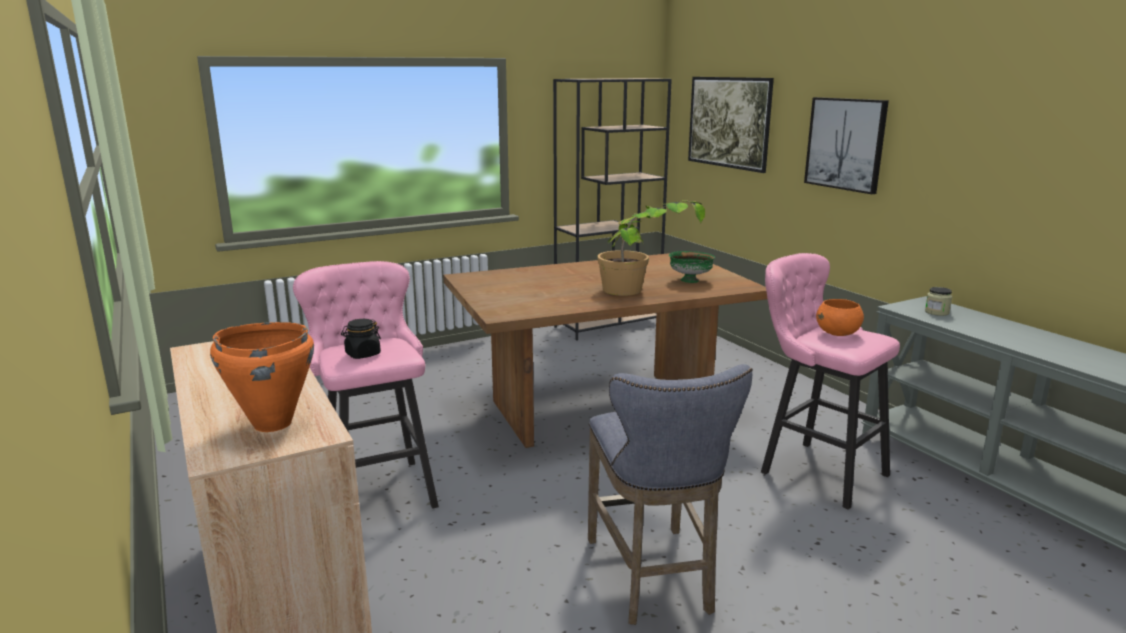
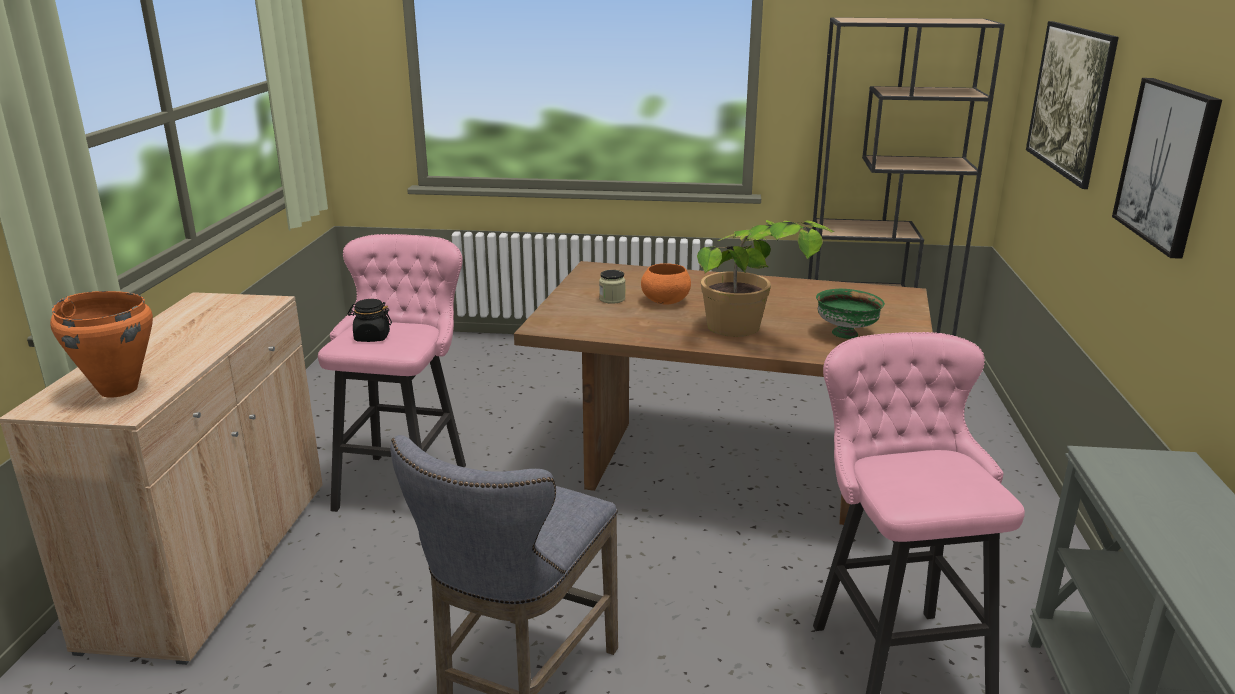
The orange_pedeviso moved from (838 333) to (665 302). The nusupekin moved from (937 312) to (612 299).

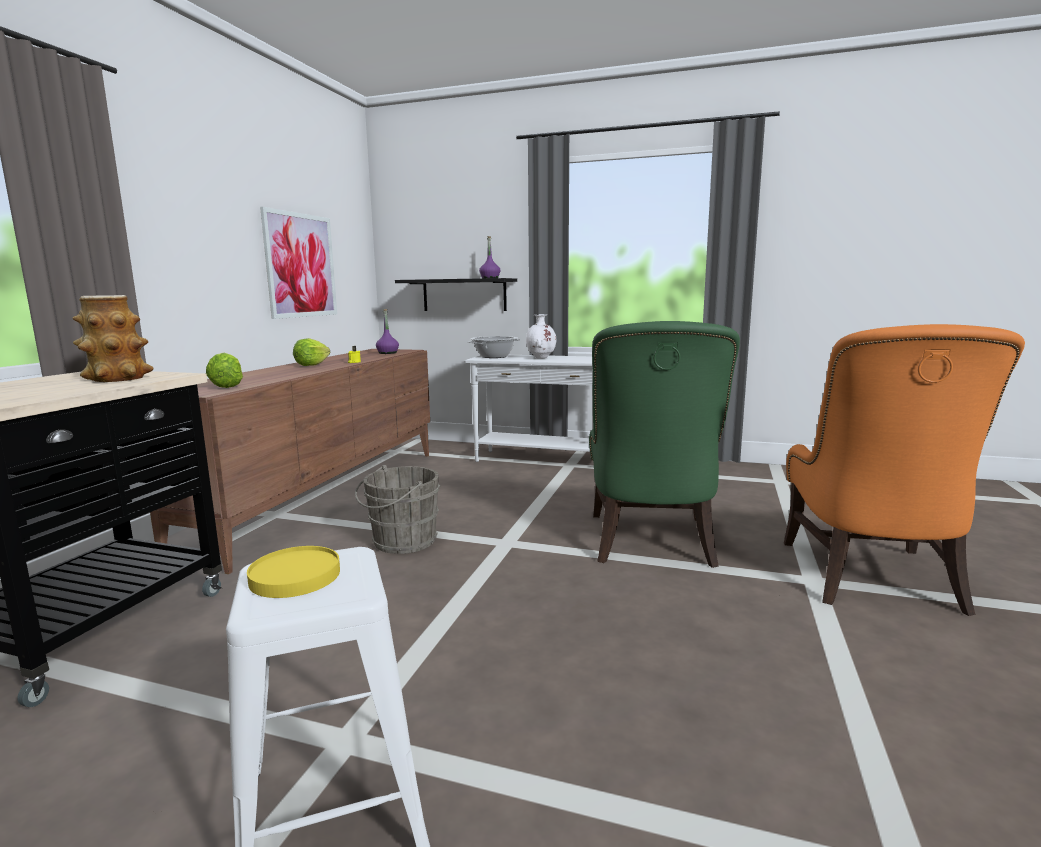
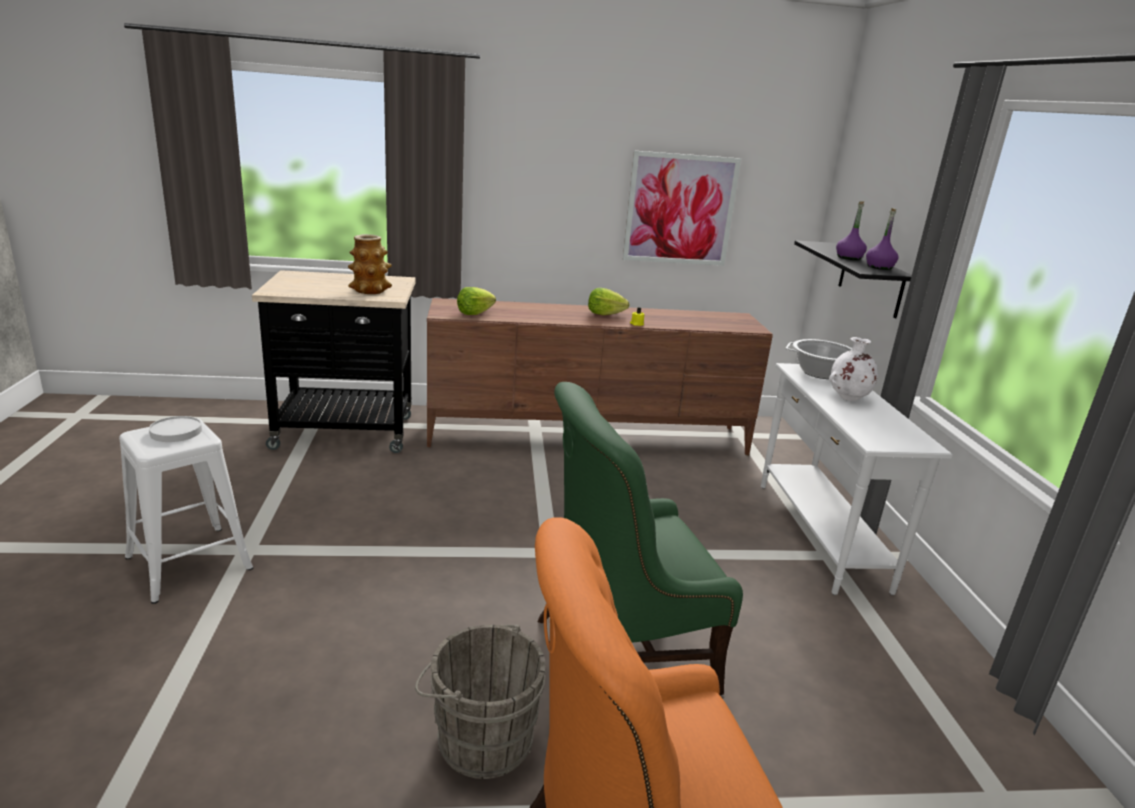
The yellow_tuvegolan at (295 576) became the white_tuvegolan at (175 432). The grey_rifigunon moved from (401 542) to (479 738). The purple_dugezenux moved from (387 353) to (849 258).

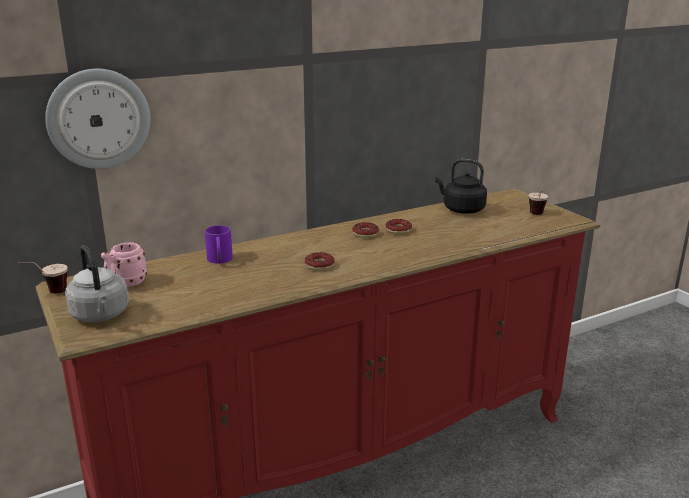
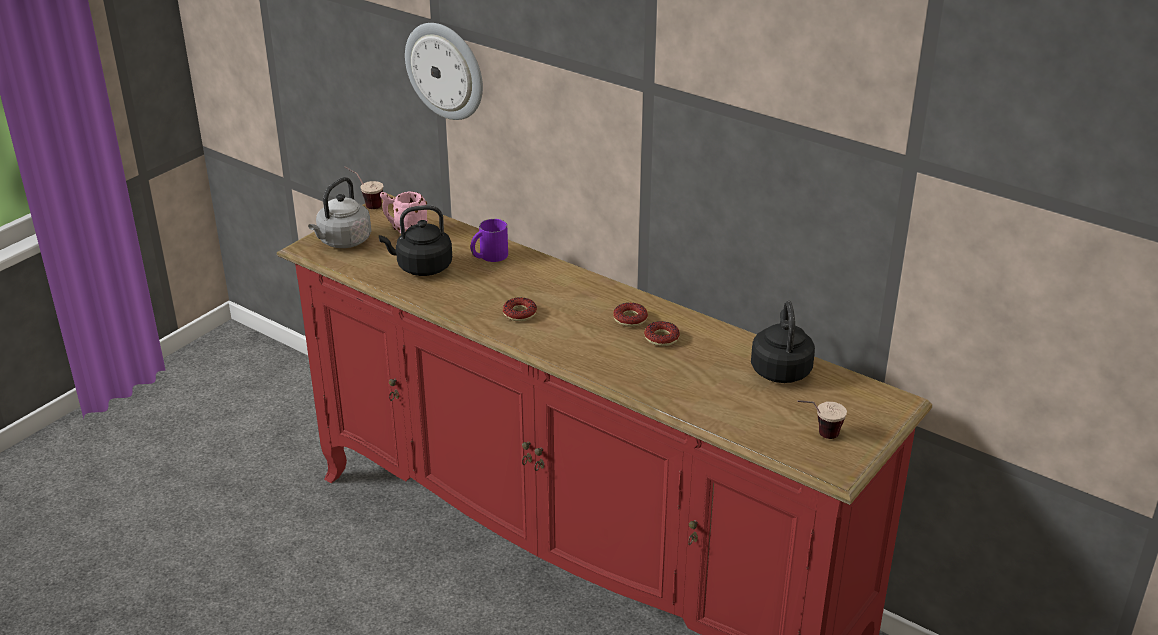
The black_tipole at (421 267) appeared.

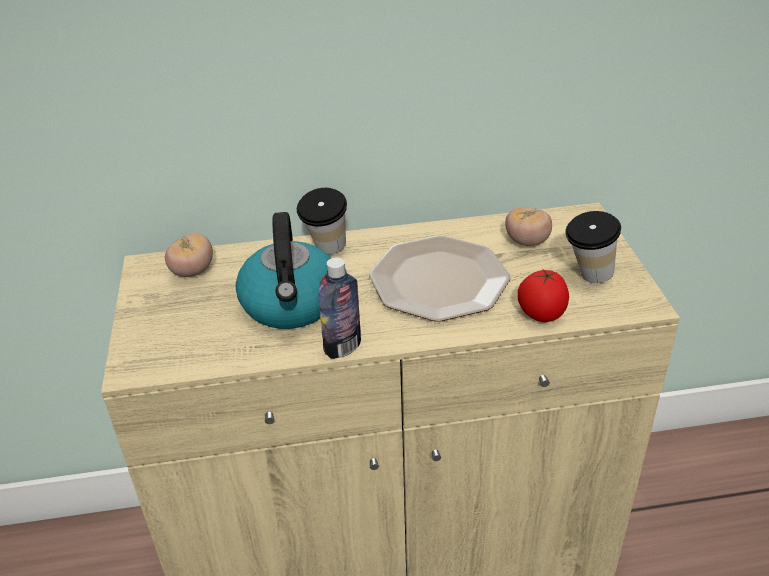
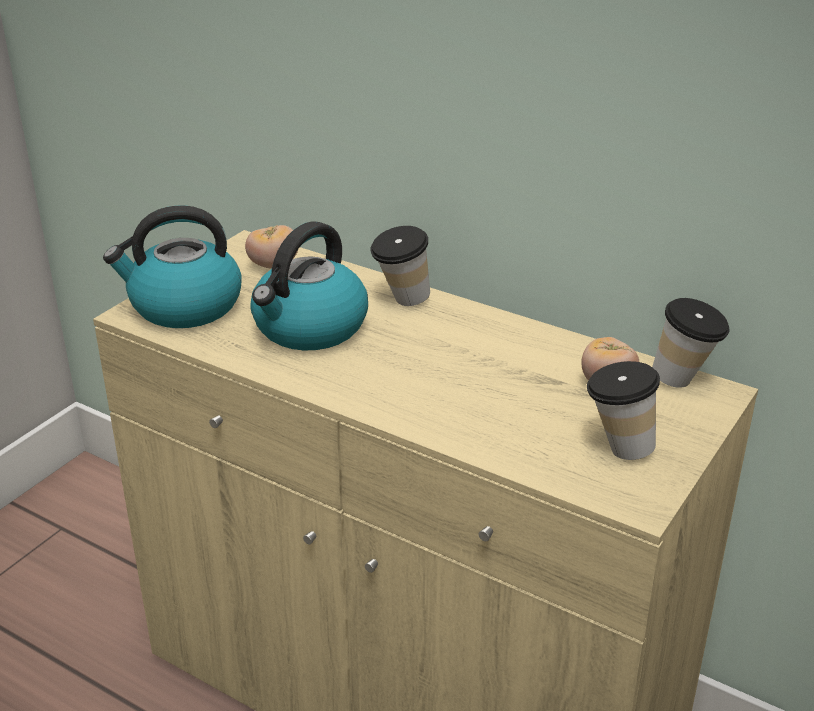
The dugezenux at (342 347) disappeared. The tuvegolan at (439 281) disappeared. The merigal at (541 315) disappeared. The tipole at (184 306) appeared. The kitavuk at (684 381) appeared.

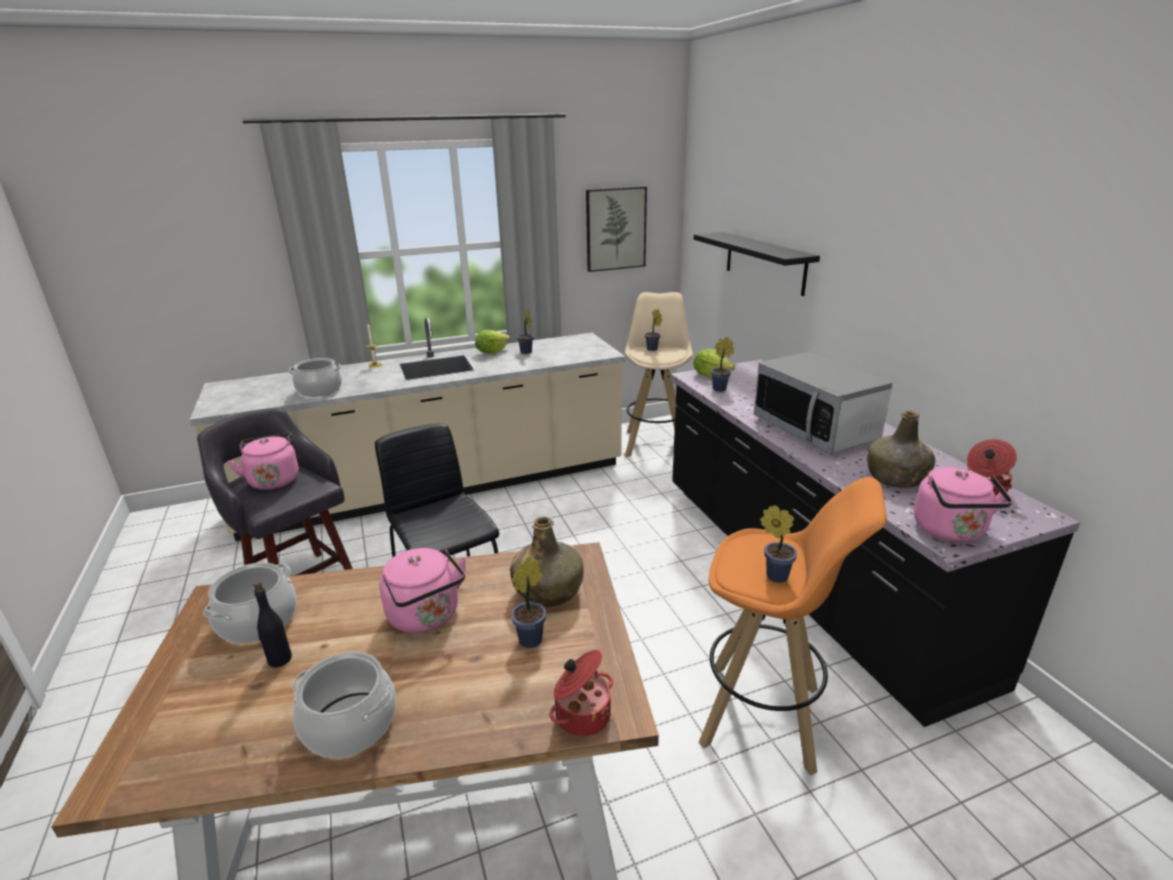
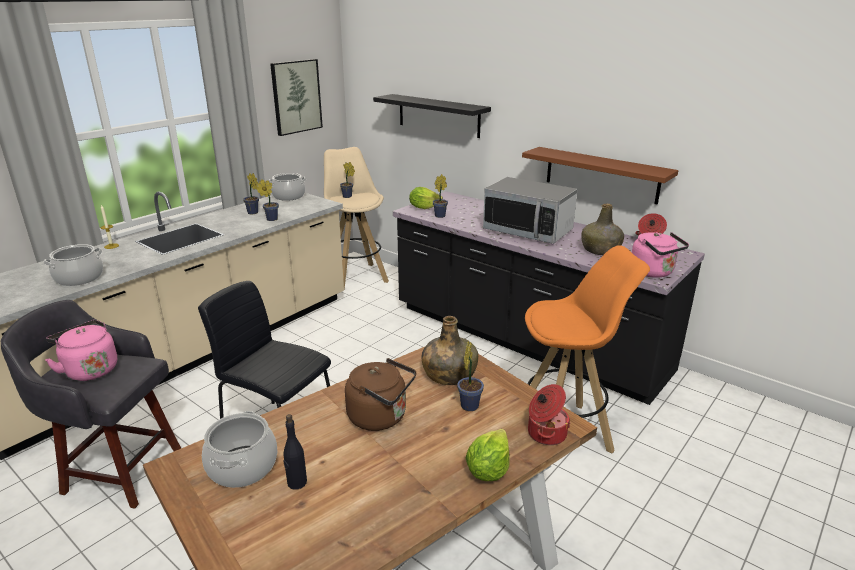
The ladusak moved from (349 725) to (288 196). The pink_tipole at (427 617) became the brown_tipole at (381 417). The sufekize moved from (491 352) to (488 470). The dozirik moved from (774 575) to (270 219). The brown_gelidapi at (601 175) appeared.

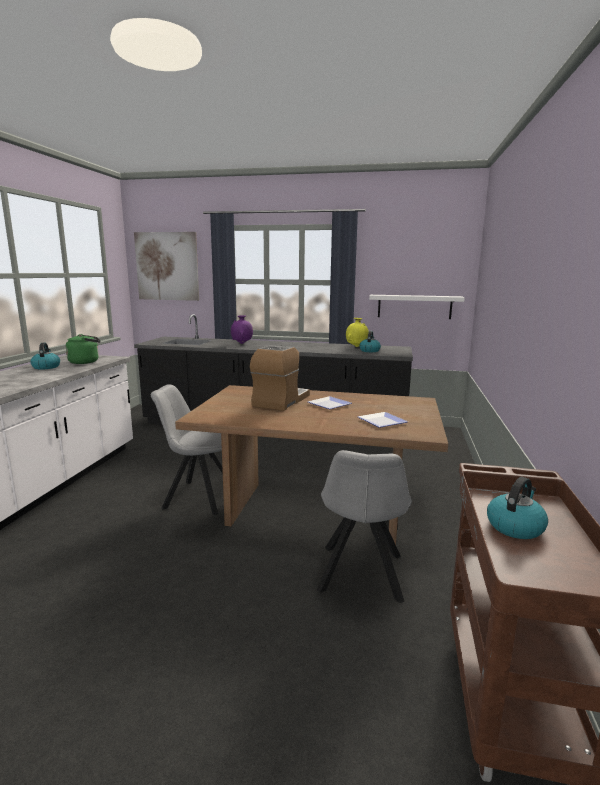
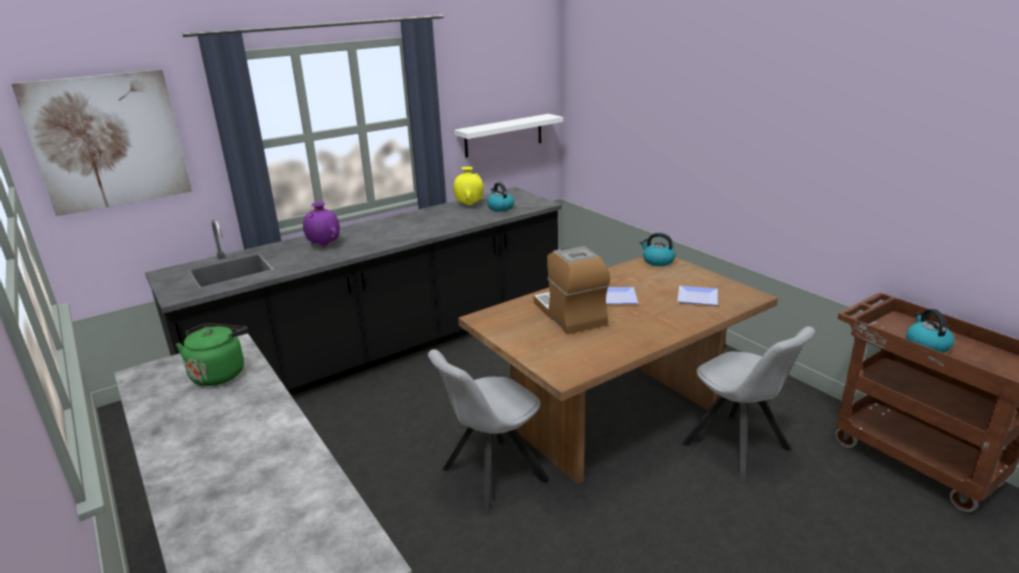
The tipole moved from (46 367) to (657 261).

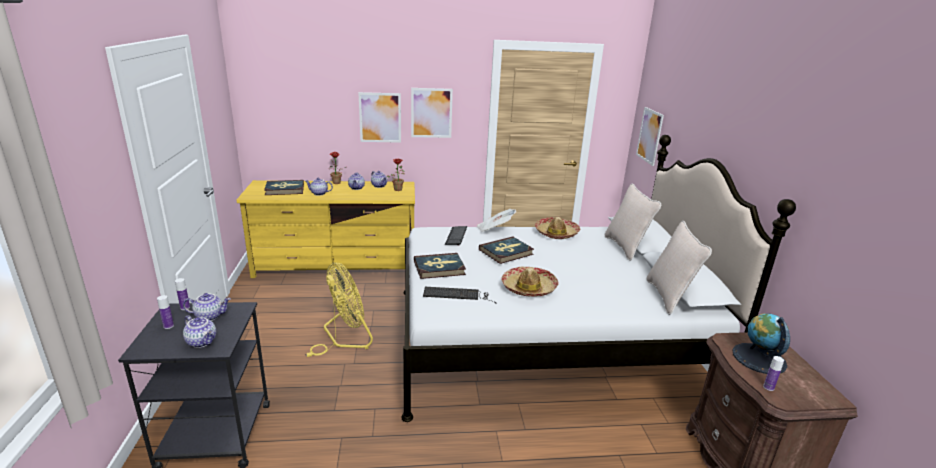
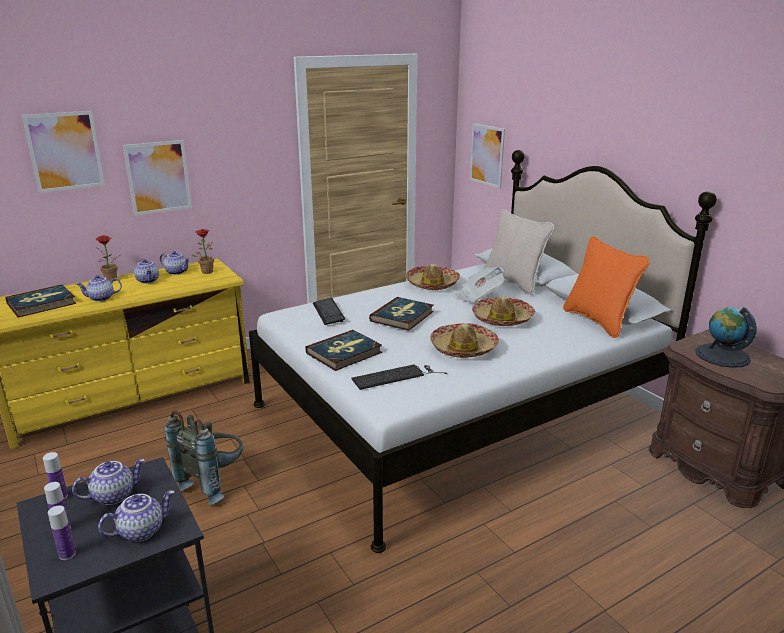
The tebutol at (202 342) turned 45 degrees counterclockwise. The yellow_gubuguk at (341 335) was replaced by the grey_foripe at (213 482). The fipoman moved from (431 113) to (65 151). The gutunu moved from (494 229) to (478 297). The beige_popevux at (668 297) became the orange_popevux at (598 321). The dugezenux moved from (768 387) to (67 554). The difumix at (502 319) appeared.

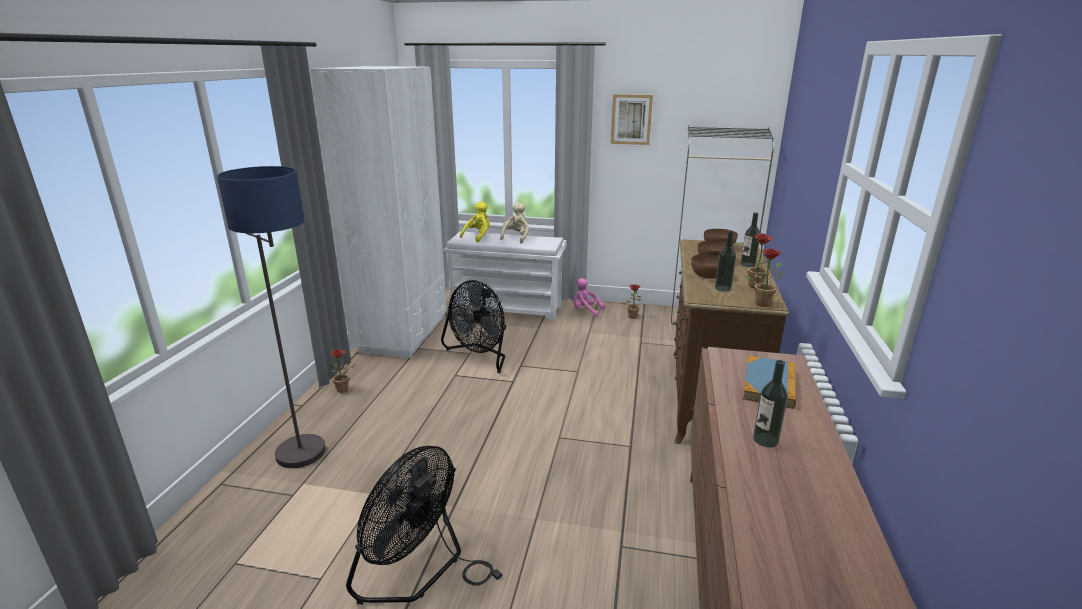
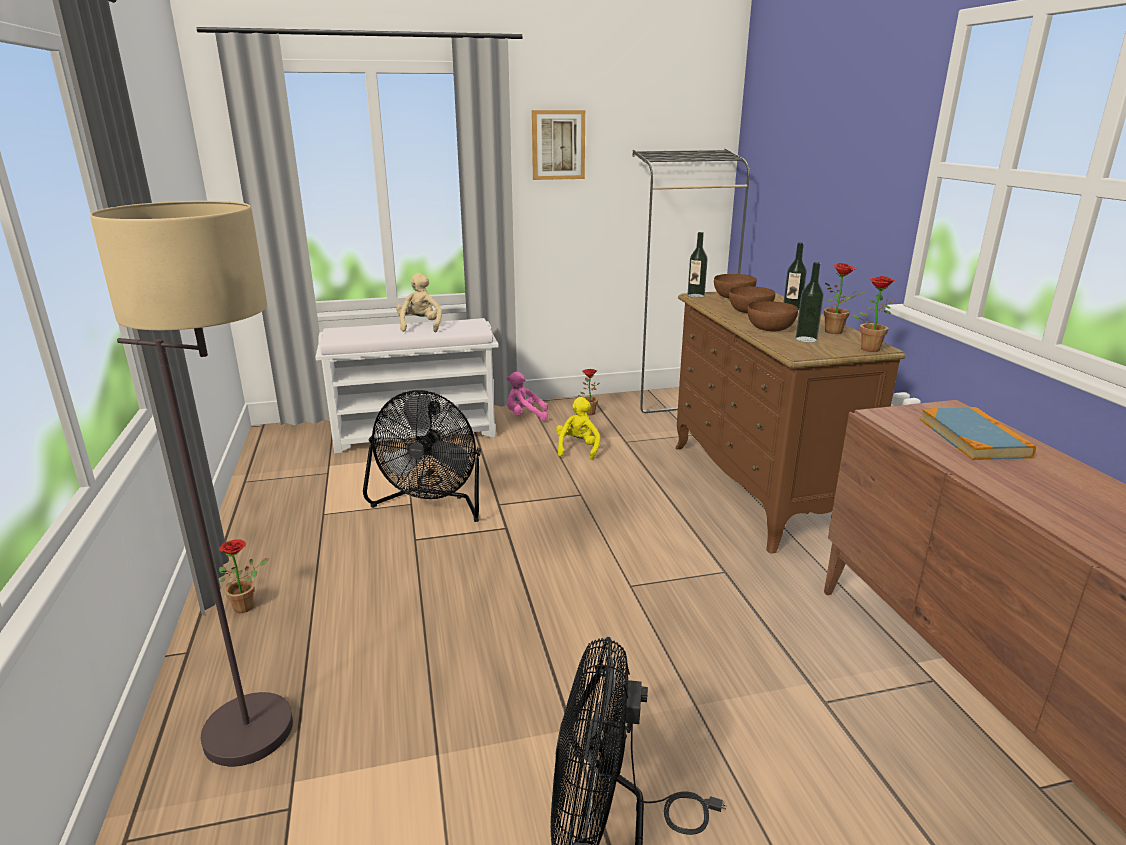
The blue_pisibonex at (308 459) became the beige_pisibonex at (271 737). The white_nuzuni at (403 334) disappeared. The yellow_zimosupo moved from (478 236) to (578 448). The dugezenux moved from (765 440) to (696 296).

